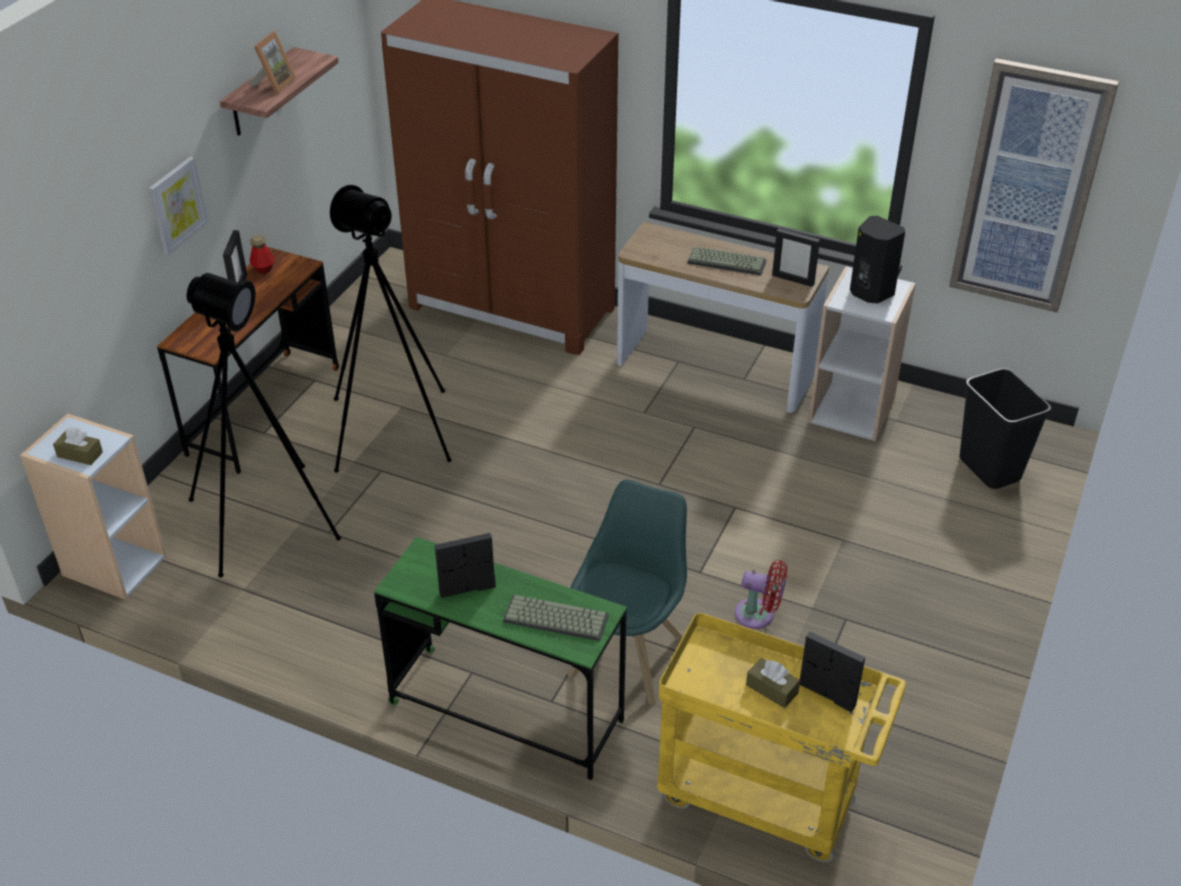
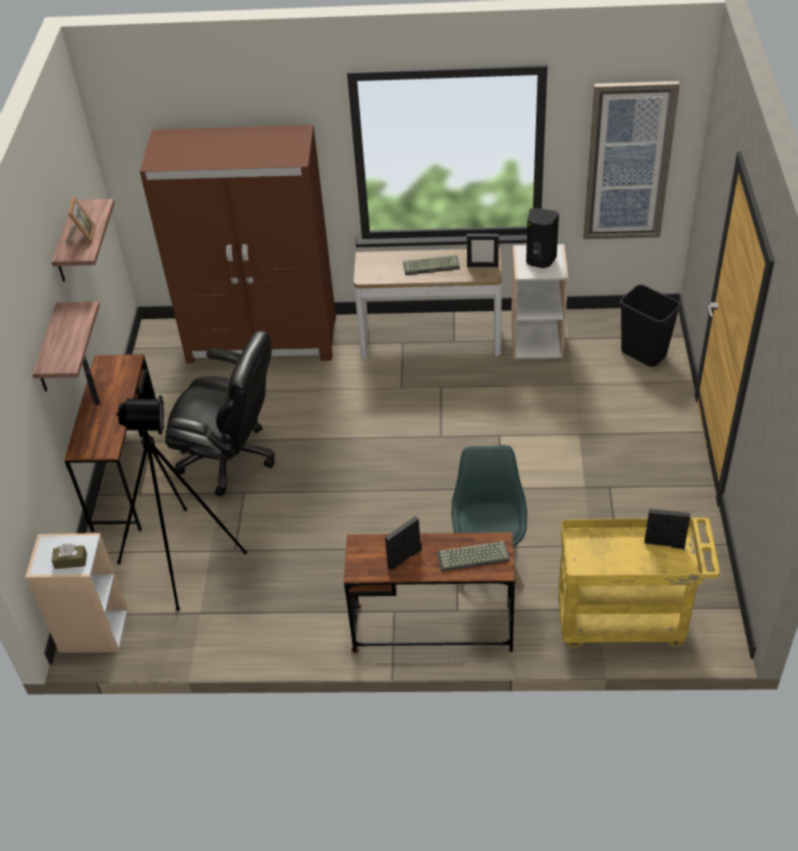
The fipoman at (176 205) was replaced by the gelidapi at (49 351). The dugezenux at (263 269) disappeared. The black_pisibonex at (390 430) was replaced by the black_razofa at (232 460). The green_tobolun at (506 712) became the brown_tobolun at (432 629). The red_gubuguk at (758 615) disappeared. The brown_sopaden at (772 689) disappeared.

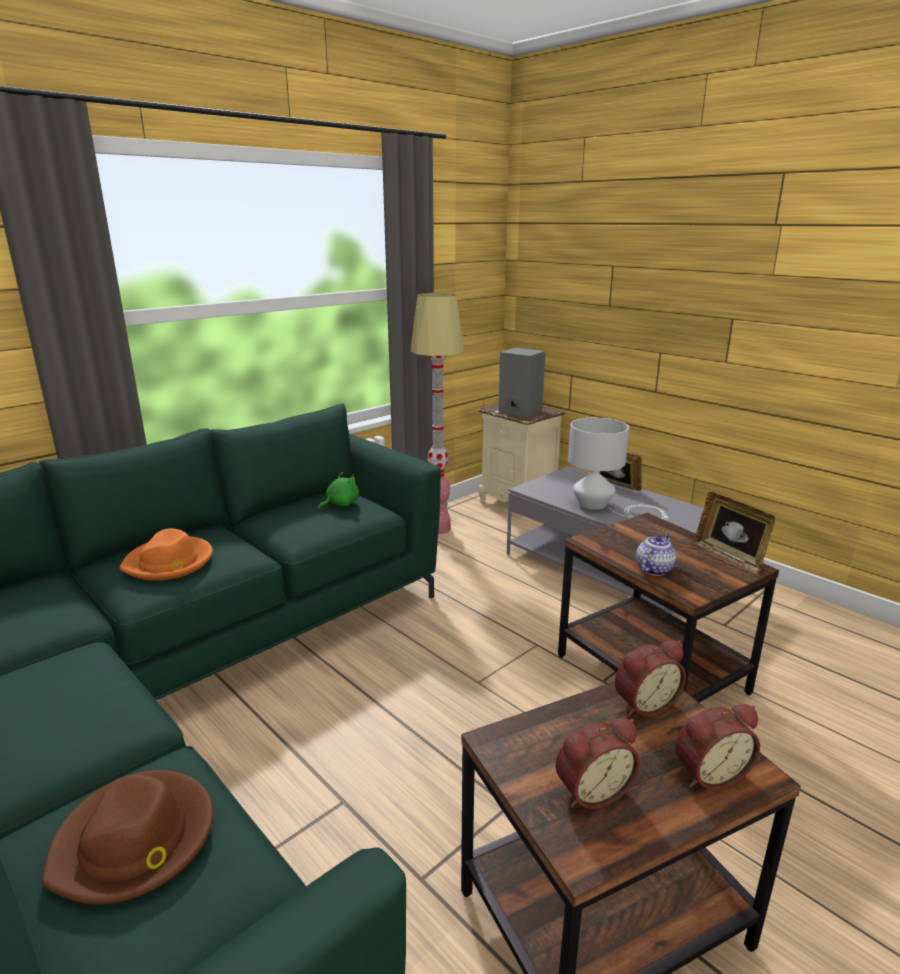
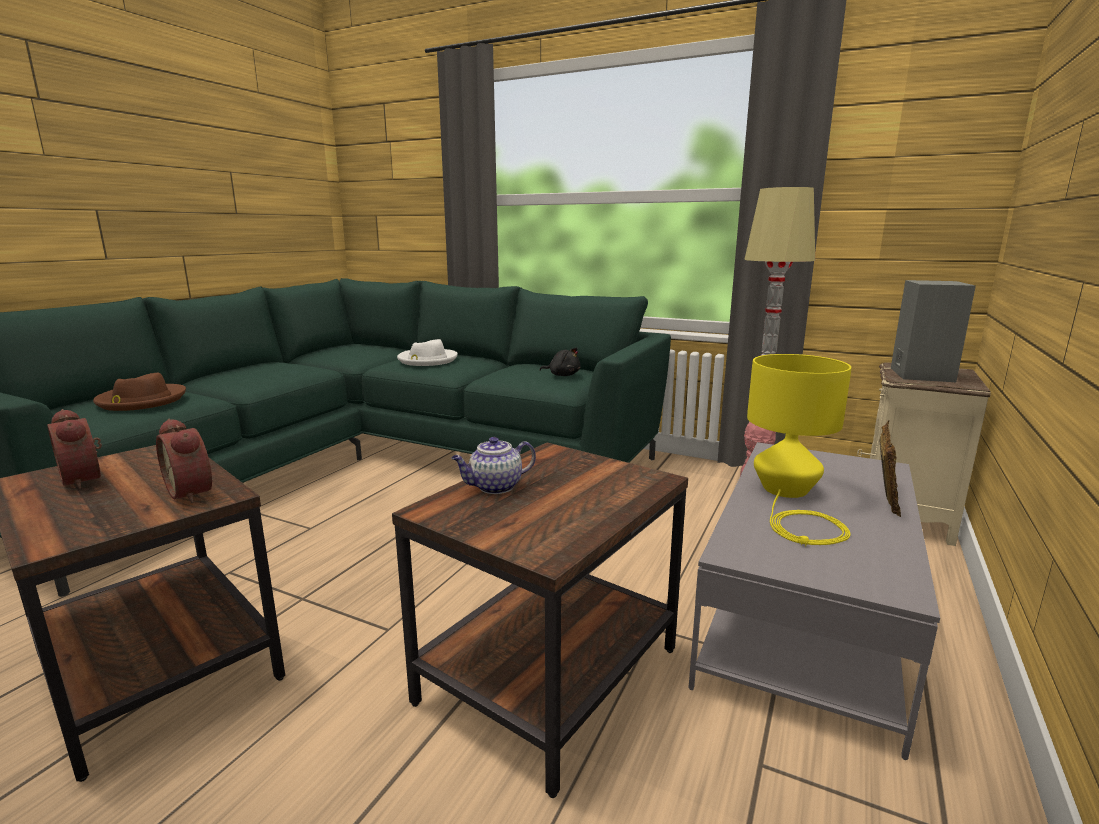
The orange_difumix at (169 562) became the white_difumix at (427 360). The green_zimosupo at (340 504) became the black_zimosupo at (562 375). The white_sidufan at (612 508) became the yellow_sidufan at (793 503). The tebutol at (654 569) turned 135 degrees clockwise. The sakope at (708 772) disappeared. The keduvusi at (729 556) disappeared.

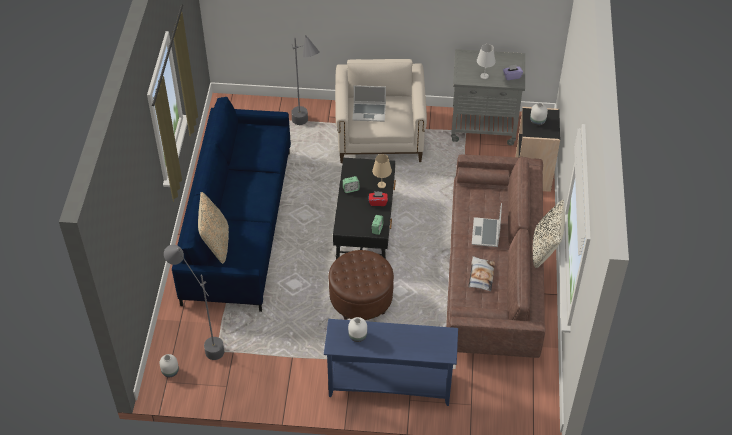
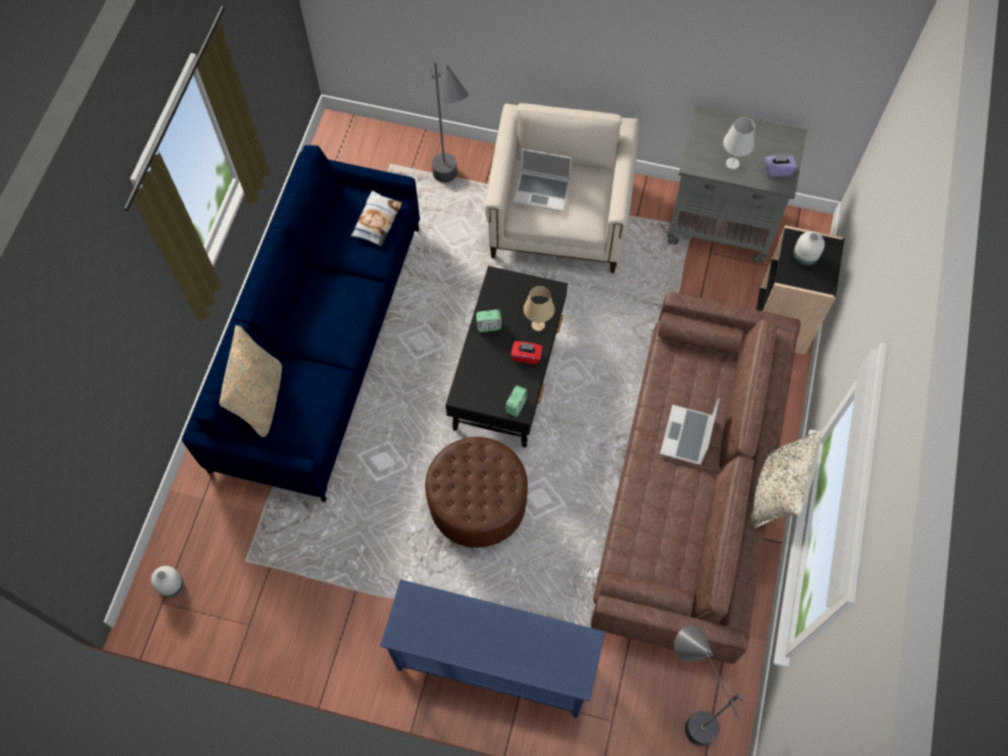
The grey_pisibonex moved from (202 343) to (681 709). The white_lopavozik at (357 335) disappeared. The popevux moved from (481 276) to (376 221).

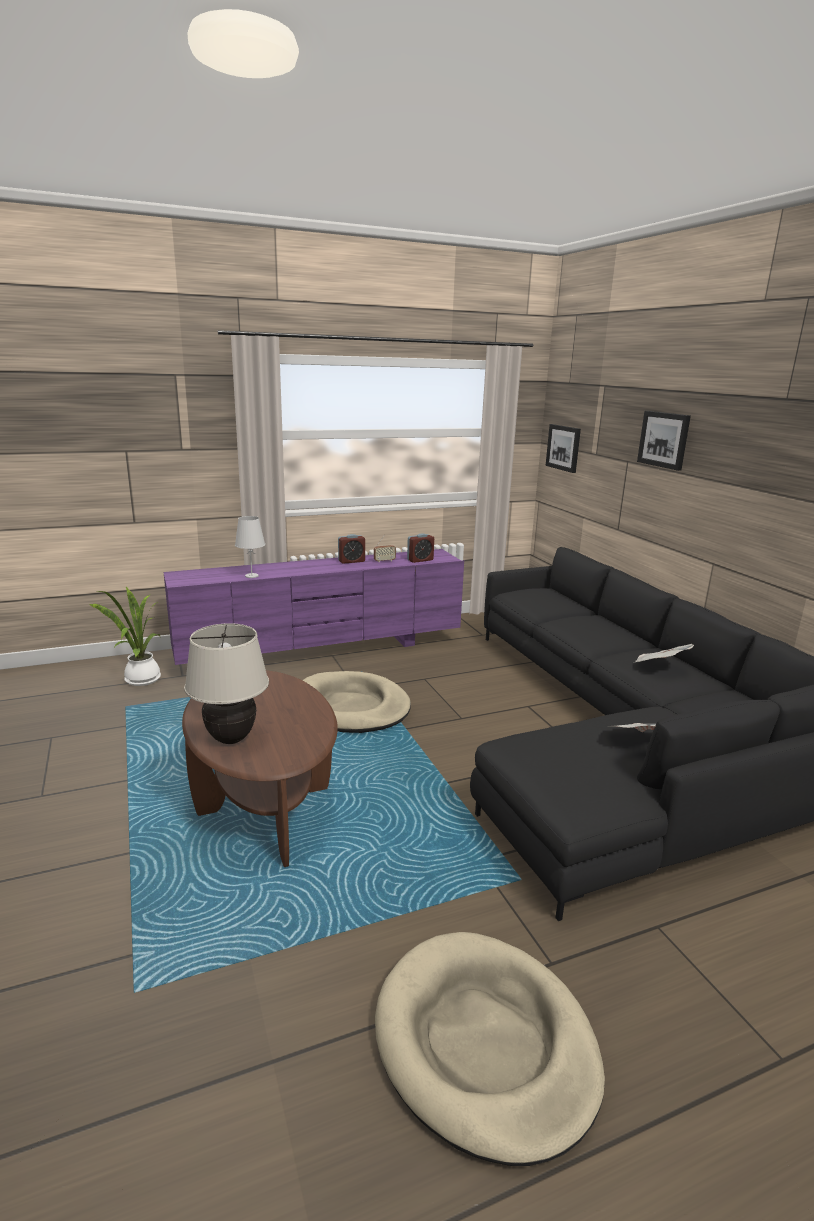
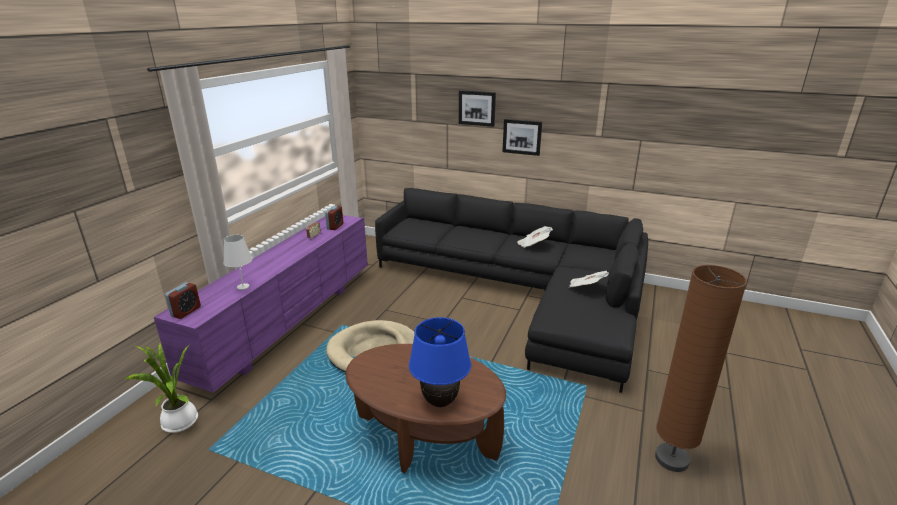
The beige_sidufan at (231 739) became the blue_sidufan at (439 401). The sakope moved from (351 561) to (186 311). The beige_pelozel at (485 1044) was replaced by the brown_pisibonex at (671 459). The fipoman moved from (563 448) to (522 137).

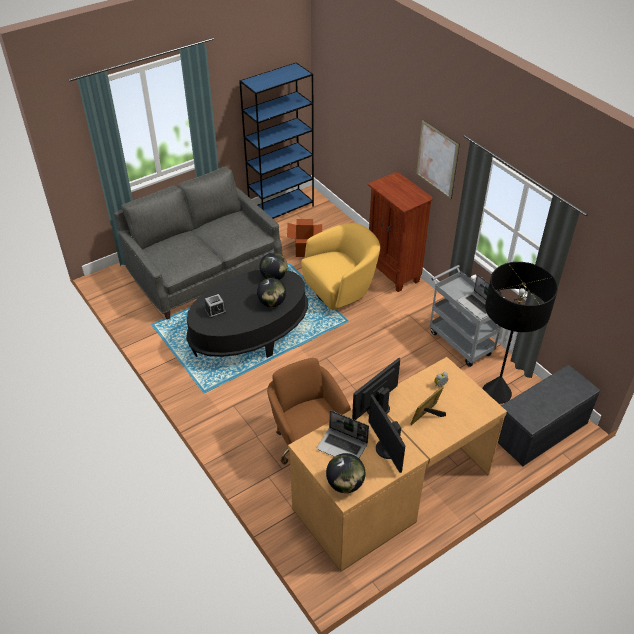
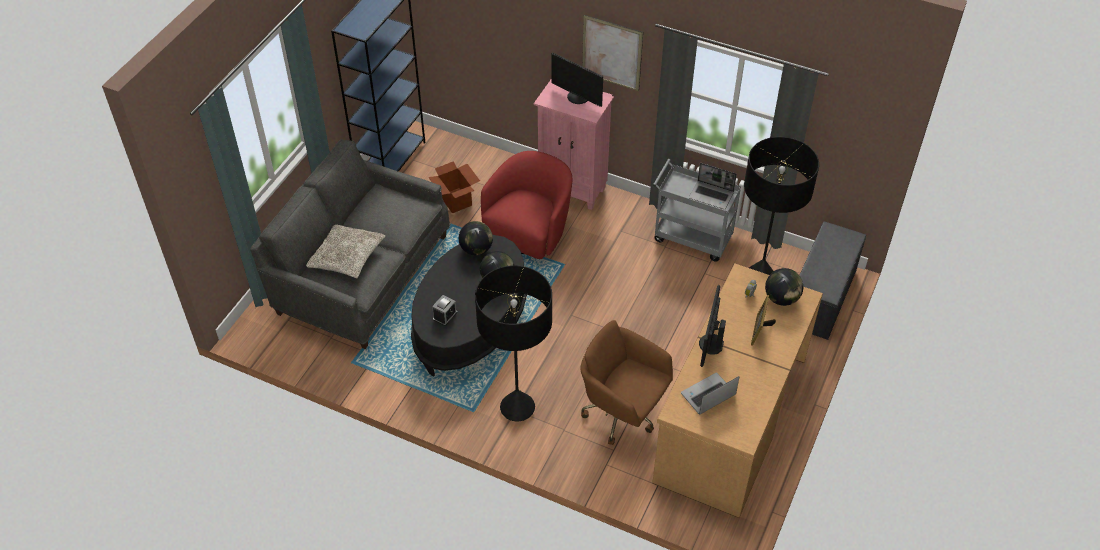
The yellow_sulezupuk at (340 289) became the red_sulezupuk at (529 231). The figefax at (343 446) turned 150 degrees clockwise. The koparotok moved from (345 484) to (781 298). The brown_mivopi at (393 275) became the pink_mivopi at (572 192). The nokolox moved from (386 449) to (577 97). The beige_popevux at (347 257) appeared. The black_pisibonex at (517 409) appeared.

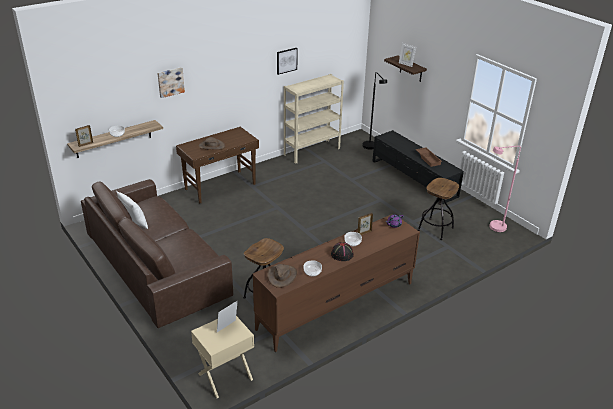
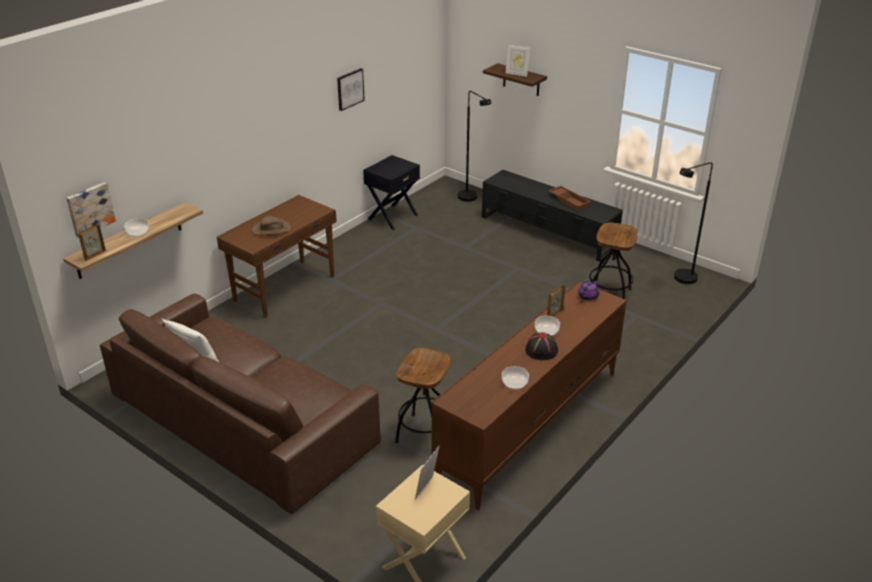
The fipoman moved from (170 82) to (90 209). The brown_difumix at (282 276) disappeared. The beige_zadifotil at (312 151) was replaced by the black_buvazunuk at (392 217). The pink_pisibonex at (493 228) became the black_pisibonex at (681 280).

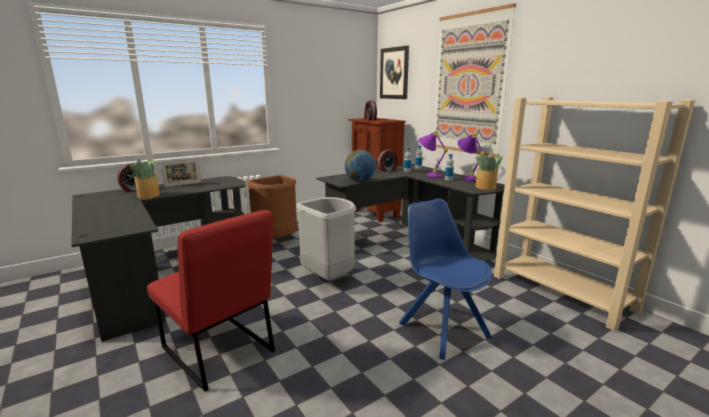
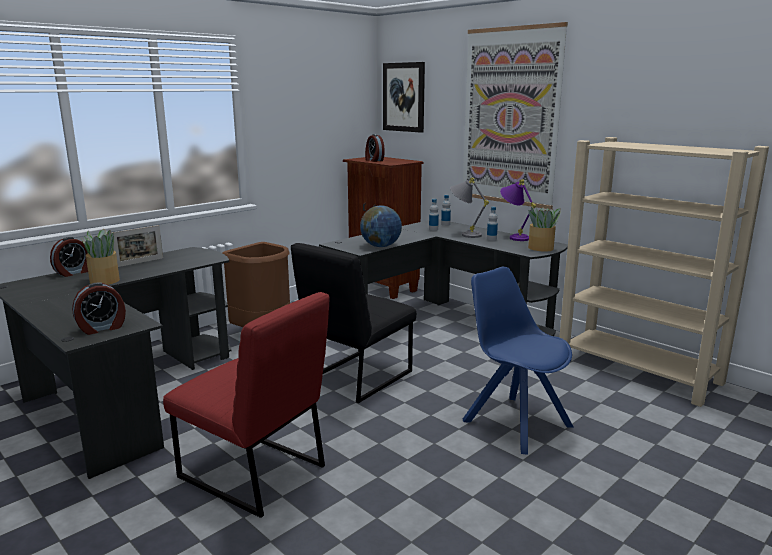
The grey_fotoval at (329 279) was replaced by the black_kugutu at (356 377). The sakope moved from (387 170) to (102 328). The purple_sidufan at (429 175) became the grey_sidufan at (464 234).

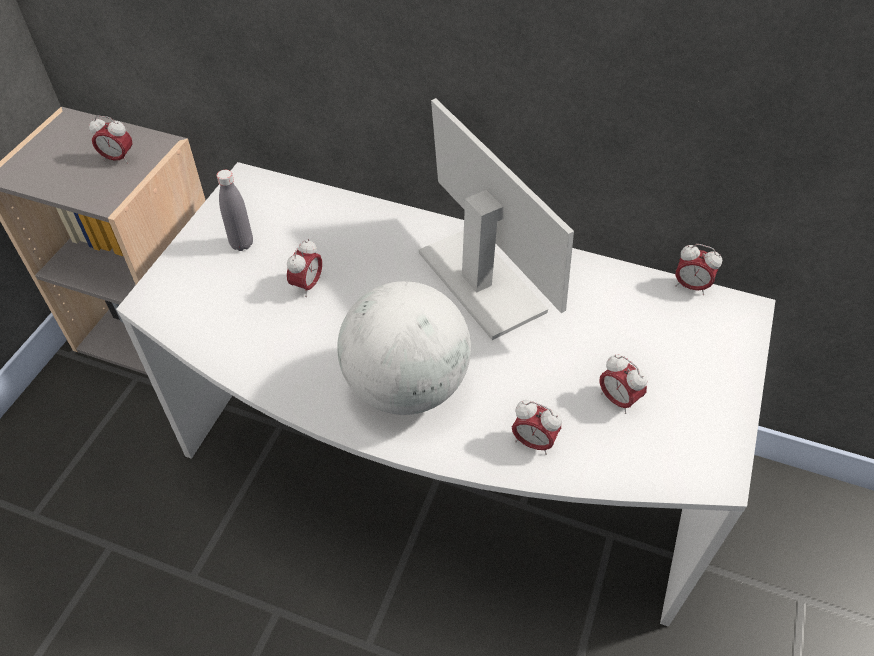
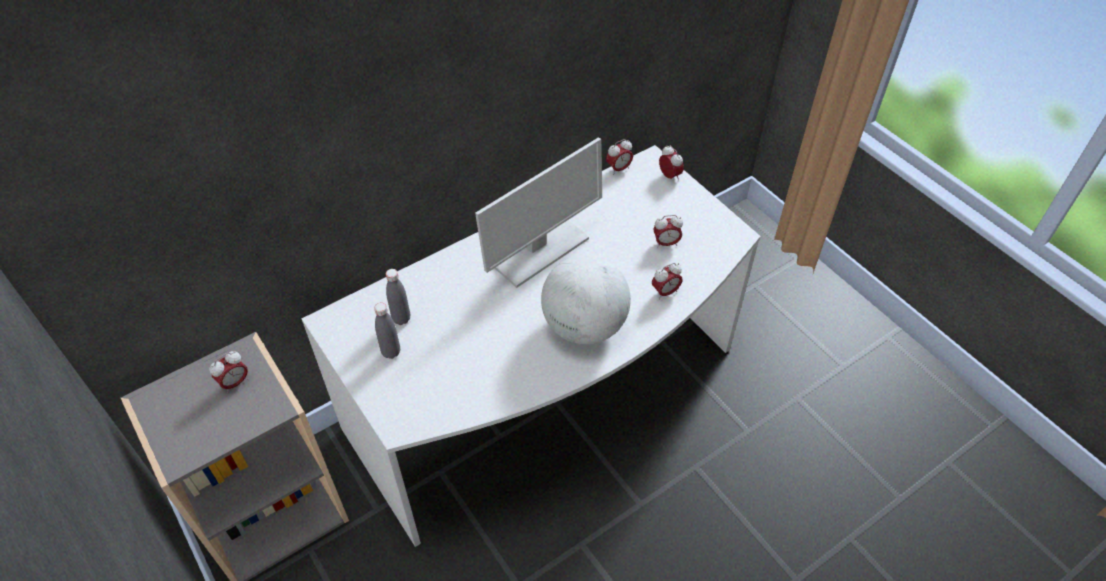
The sakope moved from (307 285) to (669 176). The nokolox at (482 282) turned 135 degrees clockwise. The grey_dugezenux at (401 319) appeared.

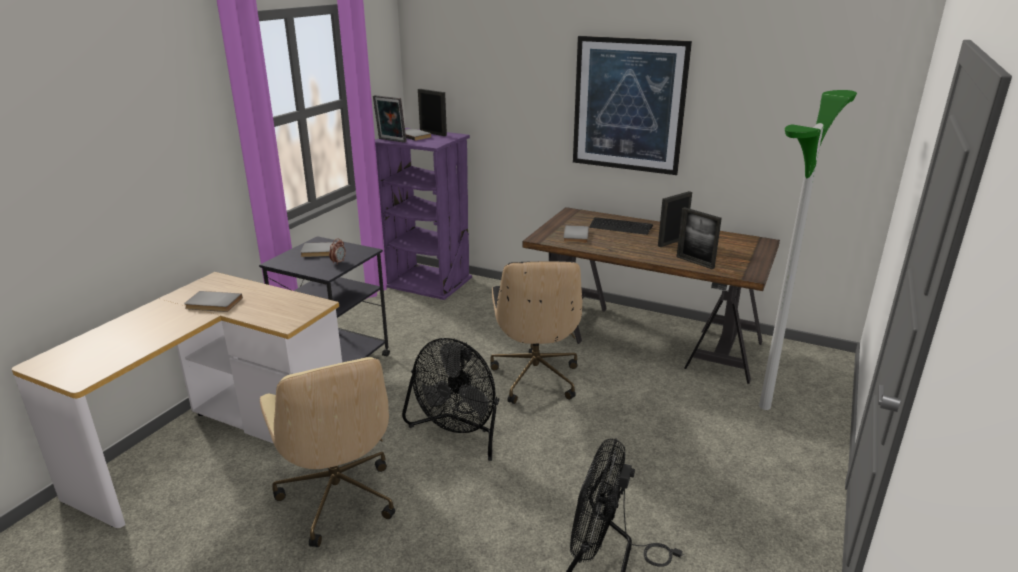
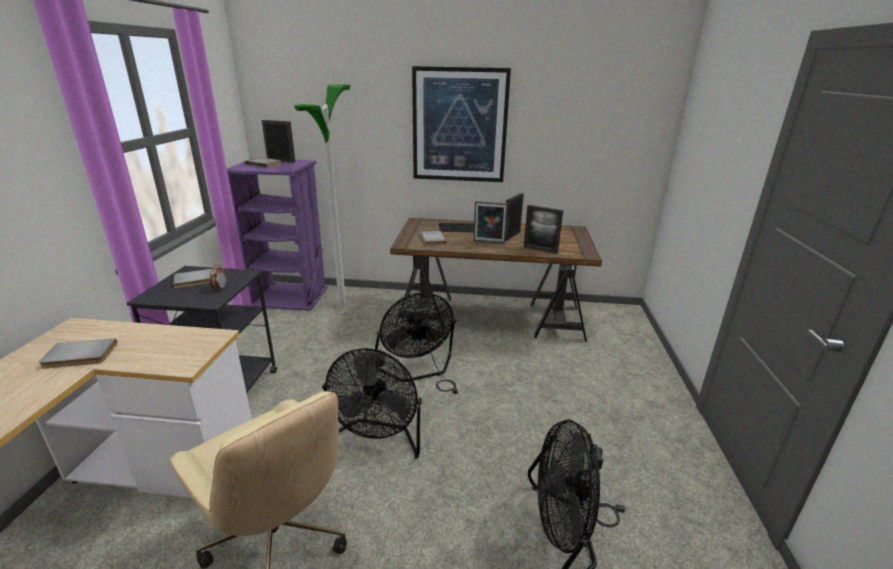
The keduvusi moved from (391 140) to (489 242). The black_razofa at (535 381) was replaced by the black_gubuguk at (423 371). The pisibonex moved from (764 406) to (342 305).

